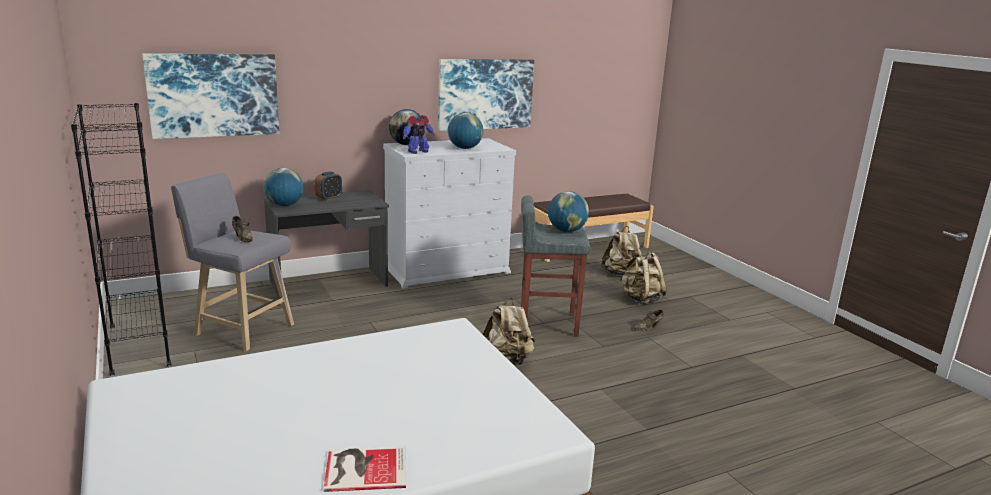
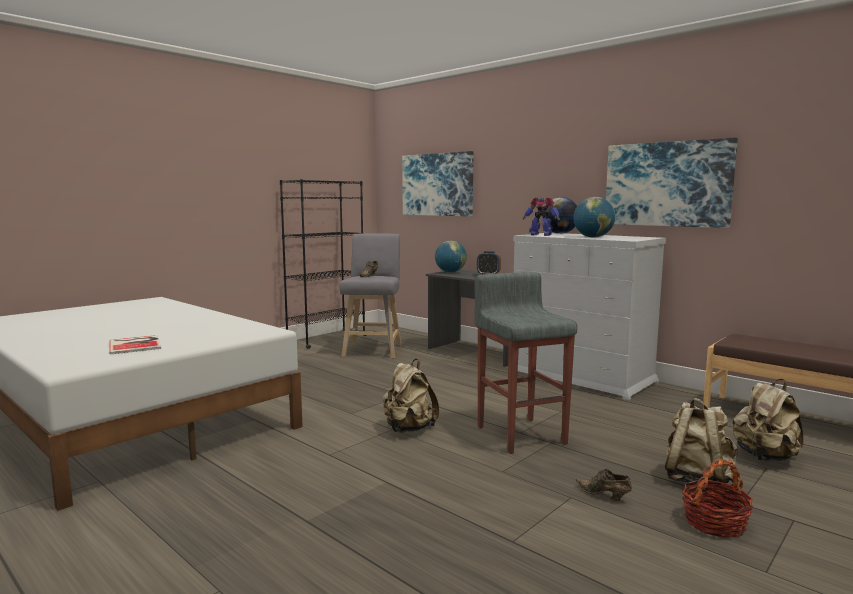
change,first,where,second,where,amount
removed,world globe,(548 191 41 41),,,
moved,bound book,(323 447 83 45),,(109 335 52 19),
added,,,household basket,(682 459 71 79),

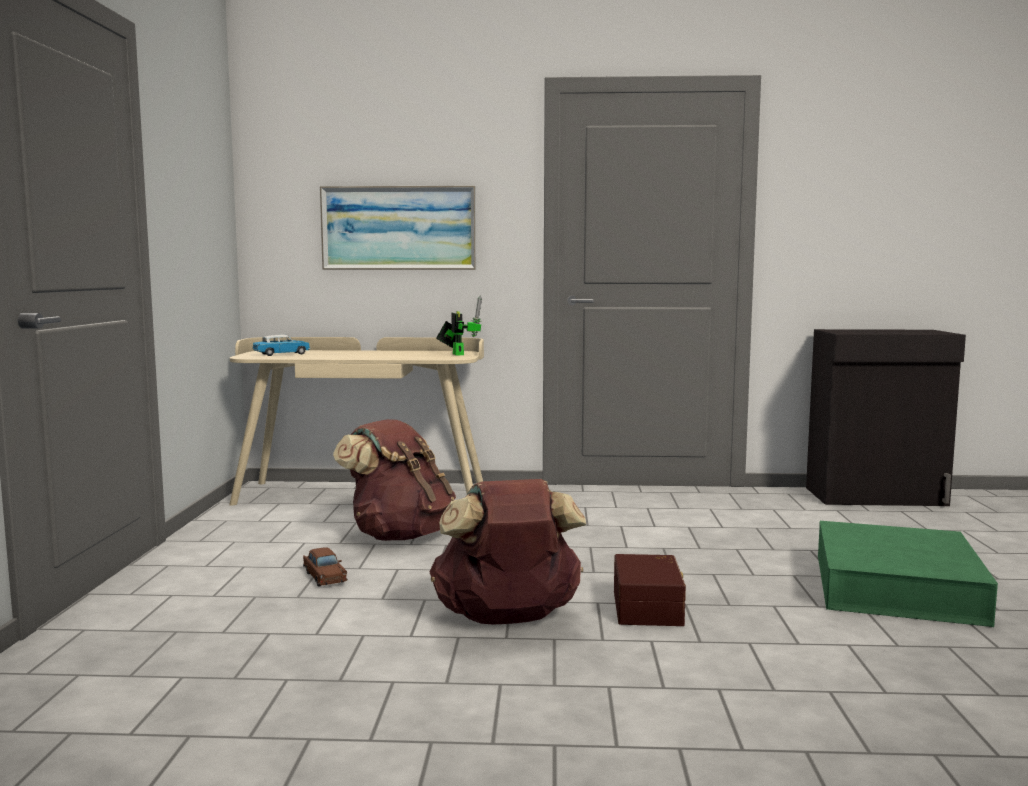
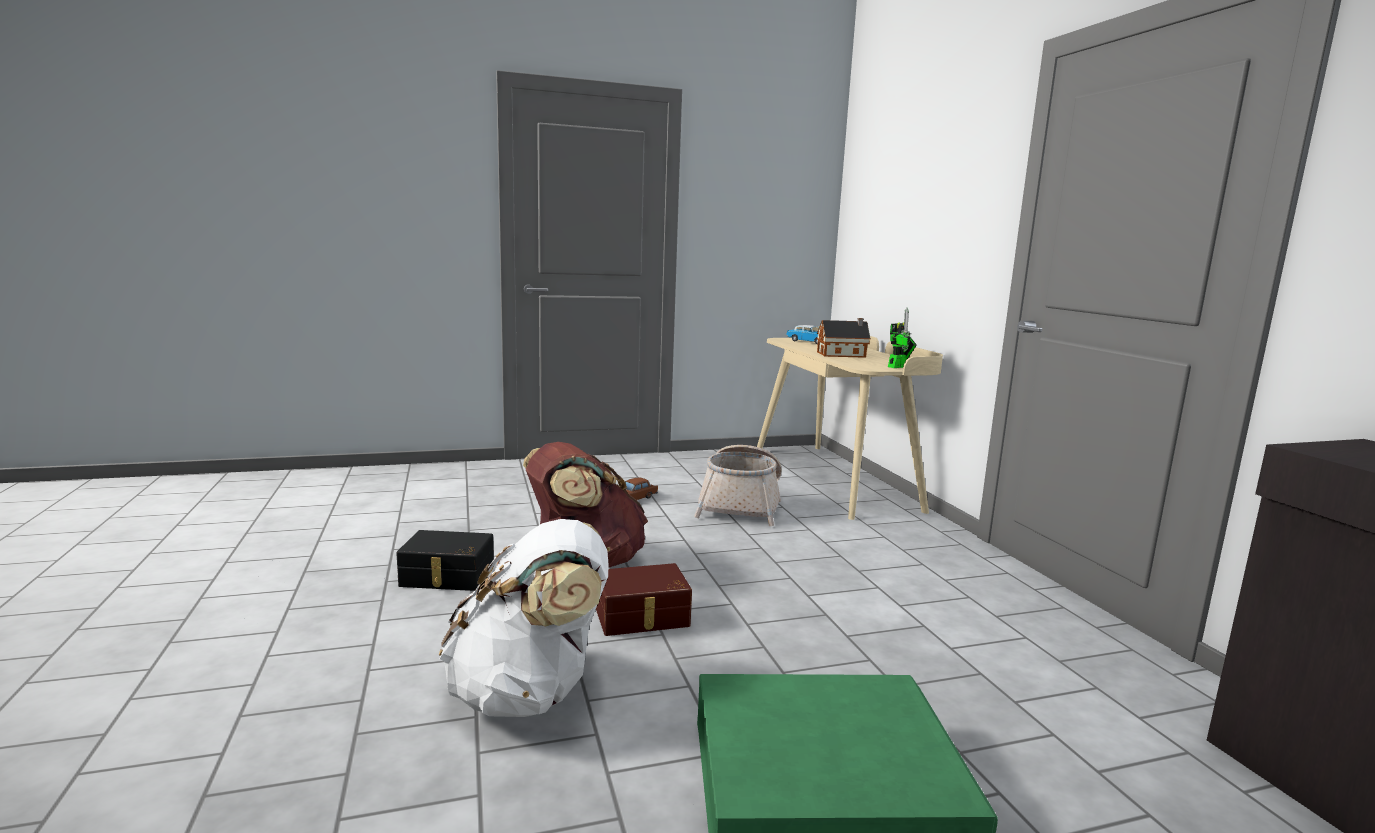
change,first,where,second,where,amount
removed,wall picture,(320 186 156 84),,,
replaced,rucksack (brown-coloured),(333 419 123 122),household basket,(694 445 88 81),
added,,,toy house,(817 318 54 40),
added,,,rucksack (white),(439 519 169 198),
added,,,storage box (black),(396 530 98 61),

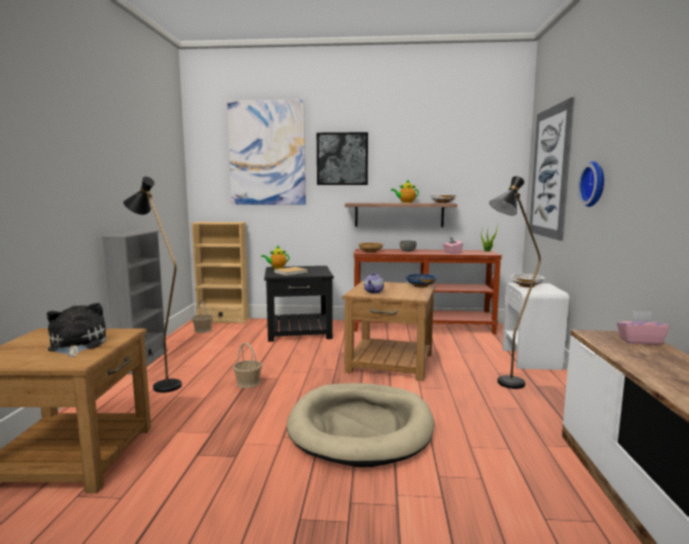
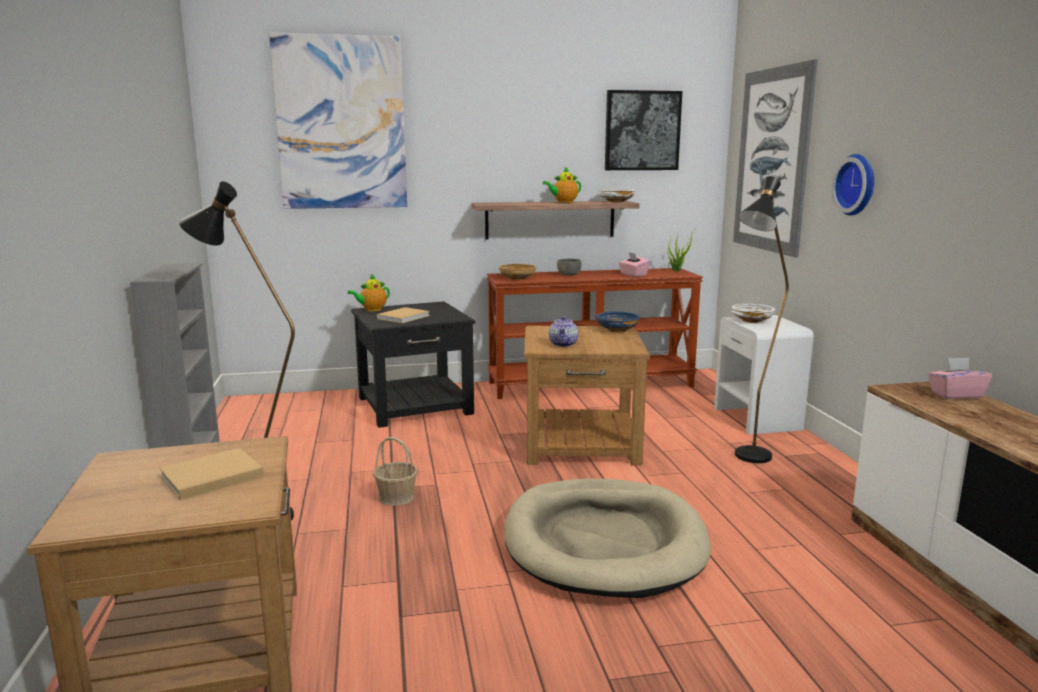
change,first,where,second,where,amount
moved,wall picture,(317 132 51 53),,(605 90 77 80),
removed,shelving unit (beige-coloured),(190 222 60 101),,,
removed,household basket,(192 300 21 33),,,
replaced,cuddly toy,(47 303 59 54),bound book (beige-coloured),(159 448 105 52),

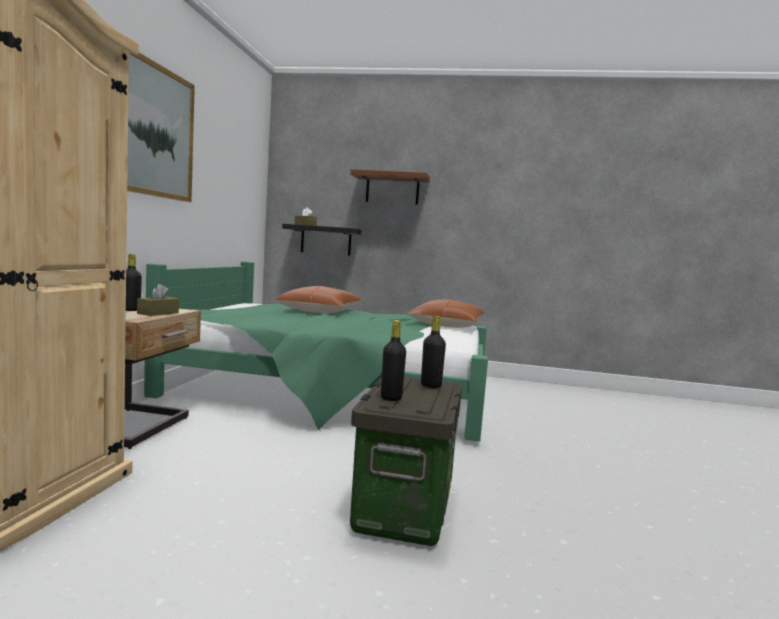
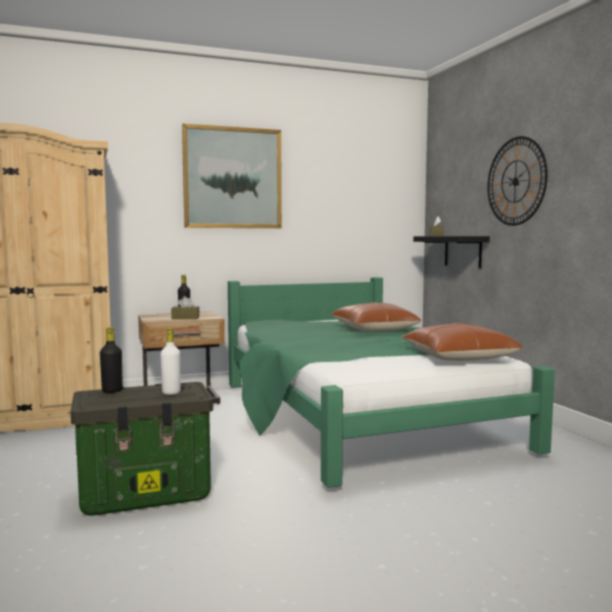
change,first,where,second,where,amount
replaced,bracket shelf (brown-coloured),(350 169 80 36),wall clock,(487 136 61 90),
recoloured,bottle (black),(421 316 25 72),bottle (white),(160 328 21 67),

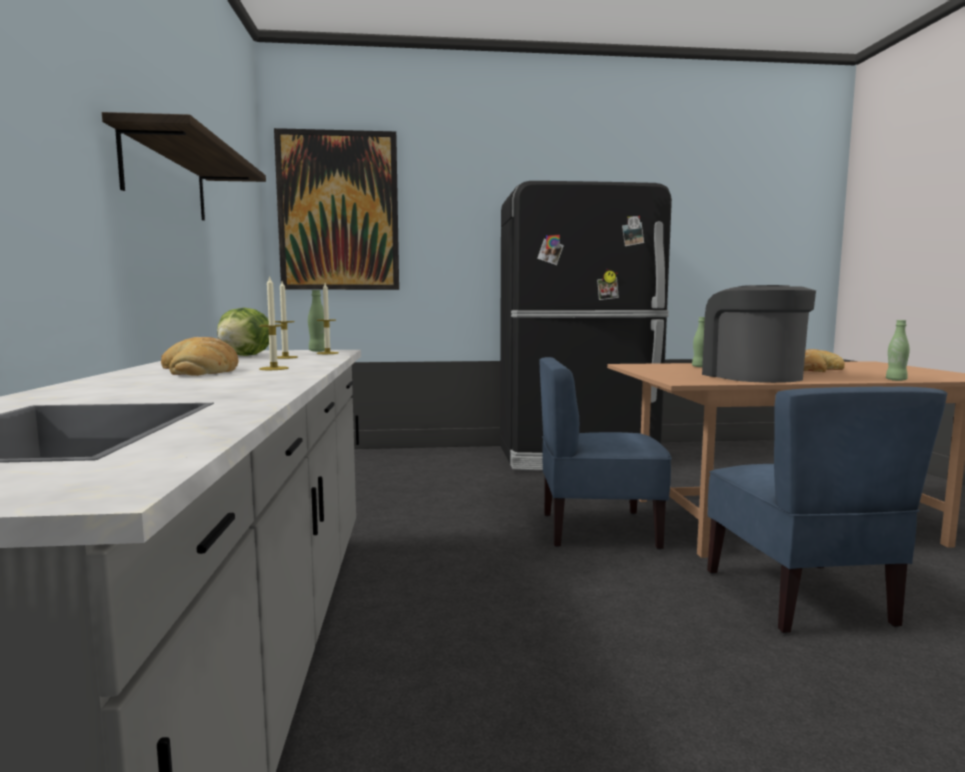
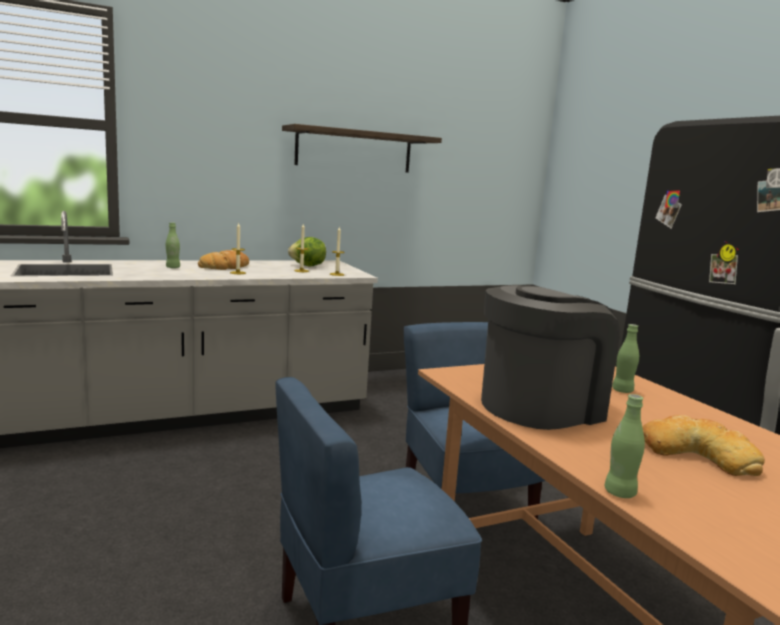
change,first,where,second,where,amount
removed,wall picture,(274 128 125 162),,,
moved,bottle (greenish),(308 290 17 62),,(166 222 14 46),

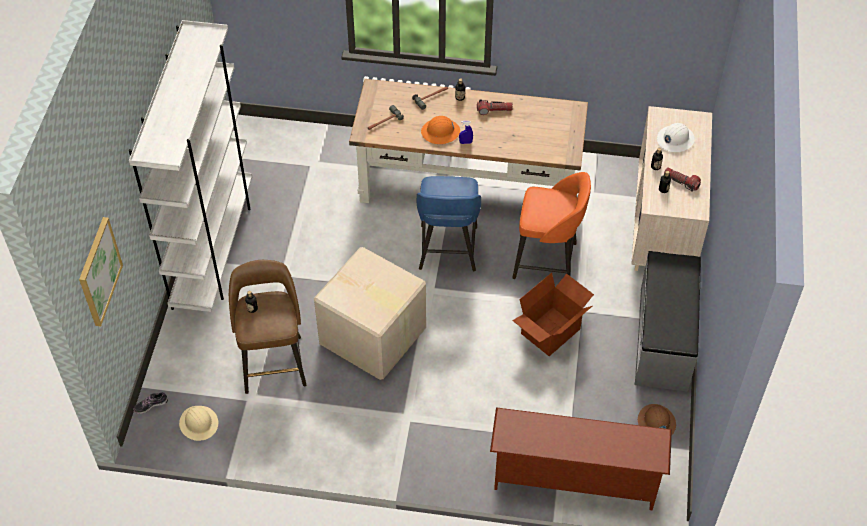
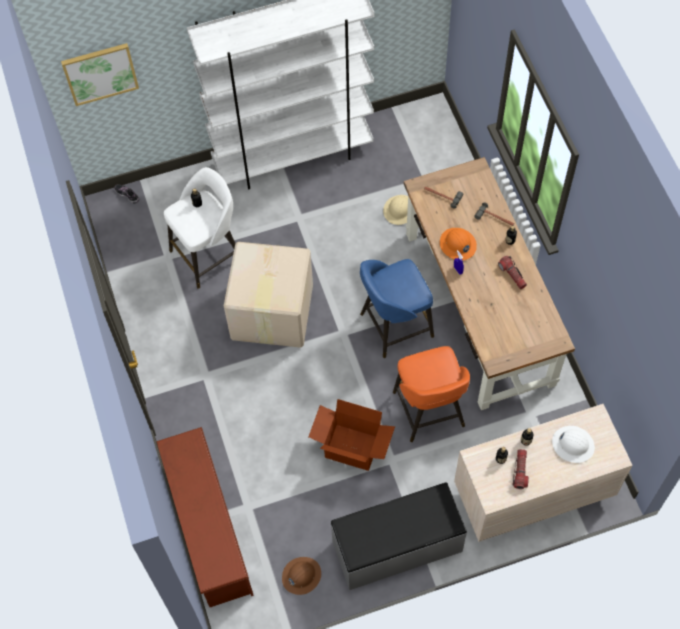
change,first,where,second,where,amount
recoloured,stool (brown-coloured),(229 260 77 134),stool (white),(164 167 71 122),
moved,work helmet (beige-coloured),(179 406 39 35),,(383 195 25 30),

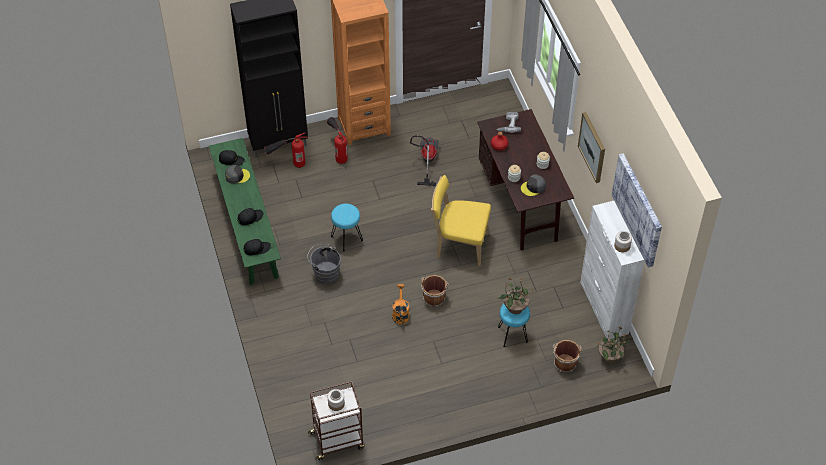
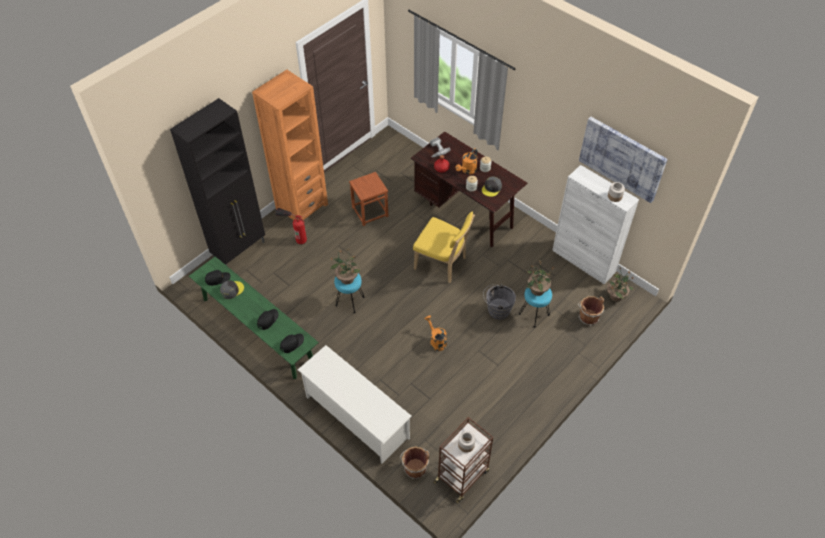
change,first,where,second,where,amount
removed,wall picture,(578 112 27 71),,,
removed,fire-fighting cylinder,(264 133 44 35),,,
replaced,hoover,(410 135 29 51),stool (brown-coloured),(349 172 39 54),
turned,upright chair (yellow-coloured),(431 175 60 91),,(413 212 62 71),135 degrees counterclockwise
moved,water bucket (grey),(307 244 34 40),,(483 283 33 37),
moved,water bucket (brown-coloured),(421 275 28 32),,(400 446 29 33),
added,,,sprinkling can (orangey),(456 149 22 25),
added,,,plant in a pot,(330 249 31 36),
added,,,shoe stand (white),(298 345 114 119),

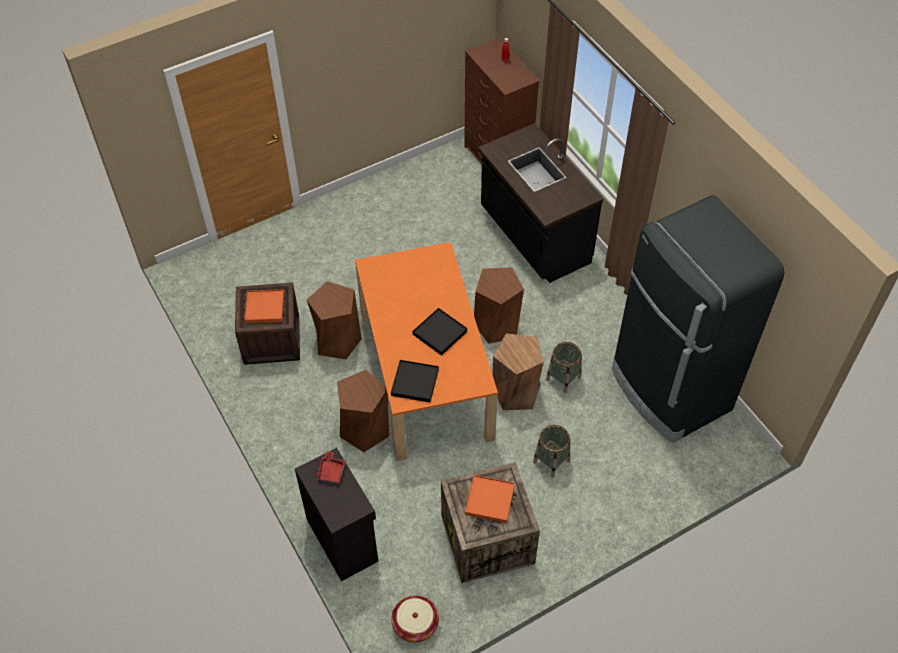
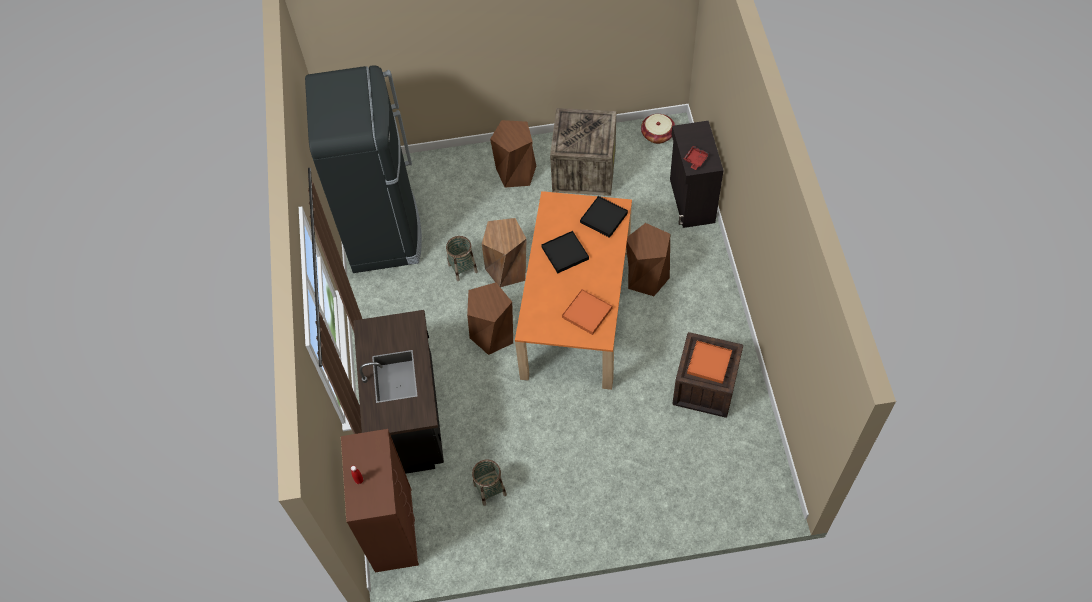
change,first,where,second,where,amount
moved,stool (brown-coloured),(307 281 55 78),,(490 120 46 67),
moved,household basket,(533 425 37 53),,(472 459 35 47),
moved,carrying tray (orangey),(465 475 50 48),,(562 289 50 46),

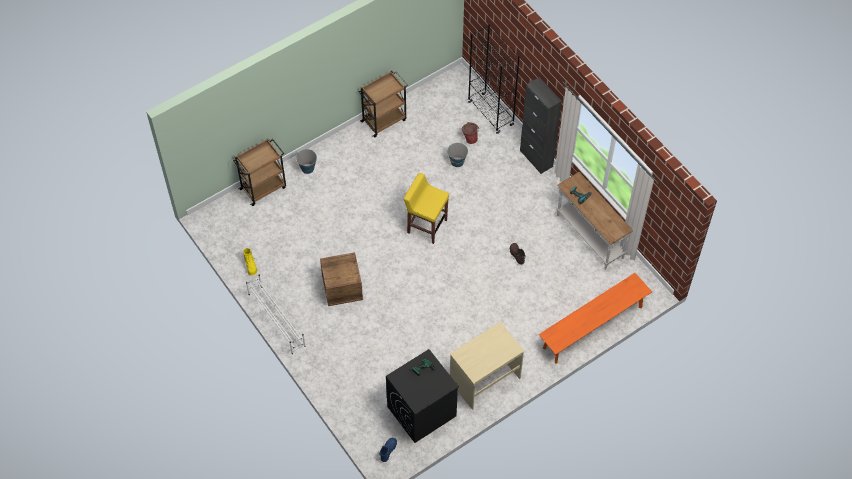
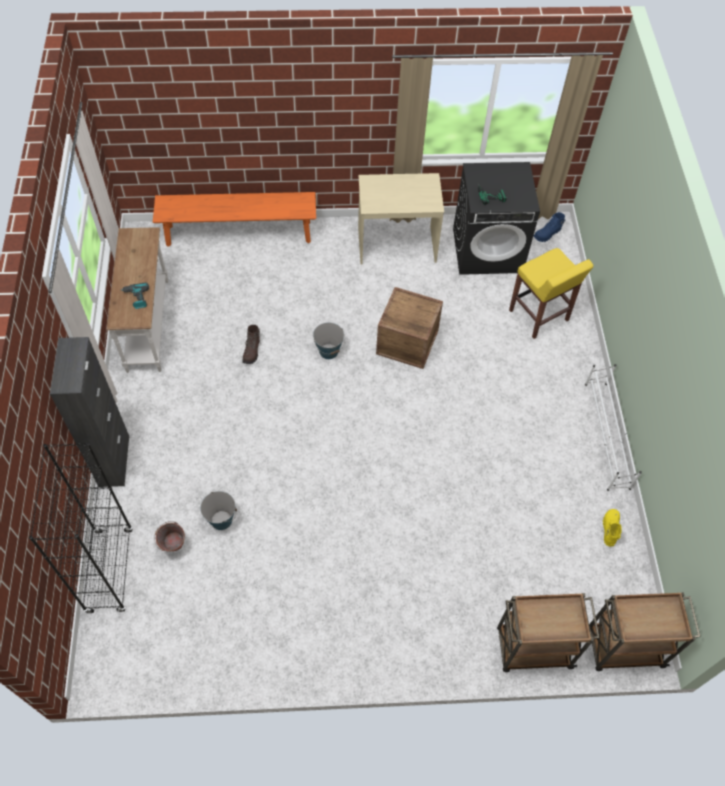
change,first,where,second,where,amount
moved,cart (brown-coloured),(359 71 49 67),,(589 592 112 79),
moved,water bucket,(296 149 21 25),,(313 322 32 37),
moved,stool (yellow-coloured),(404 173 45 71),,(509 248 84 91),
moved,crate,(320 252 43 54),,(376 287 67 82),

